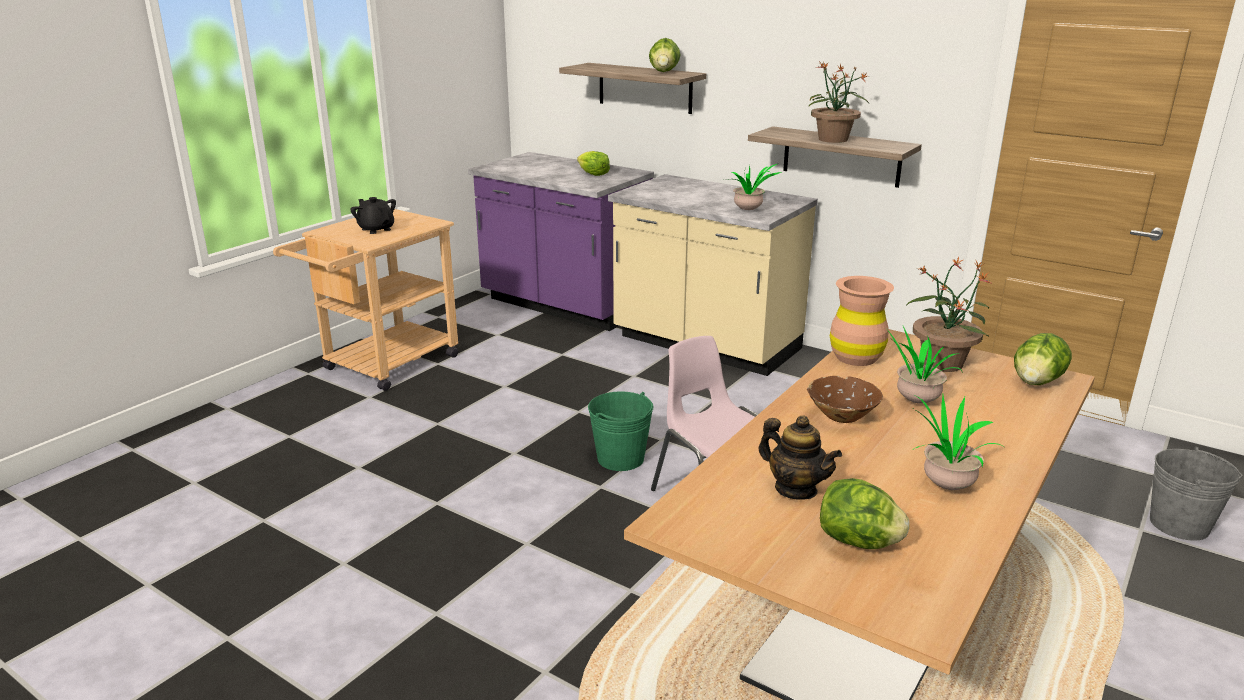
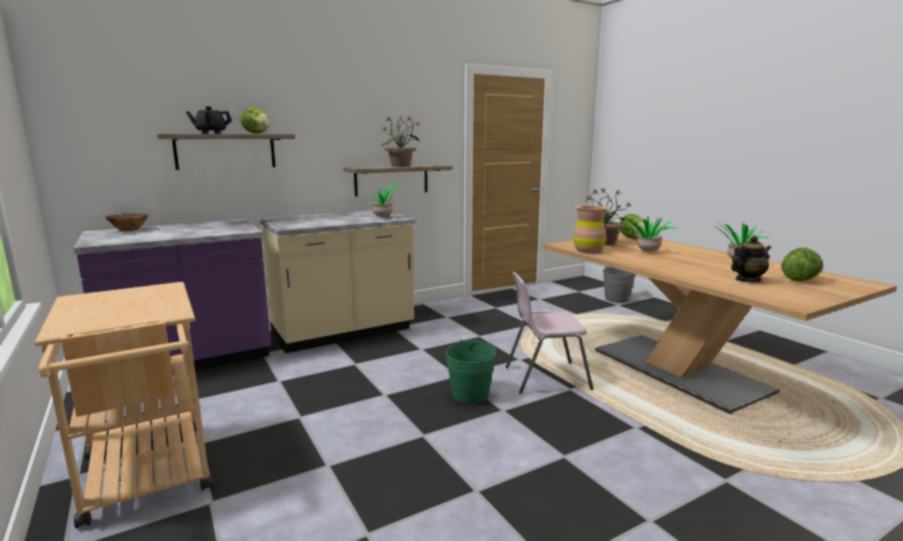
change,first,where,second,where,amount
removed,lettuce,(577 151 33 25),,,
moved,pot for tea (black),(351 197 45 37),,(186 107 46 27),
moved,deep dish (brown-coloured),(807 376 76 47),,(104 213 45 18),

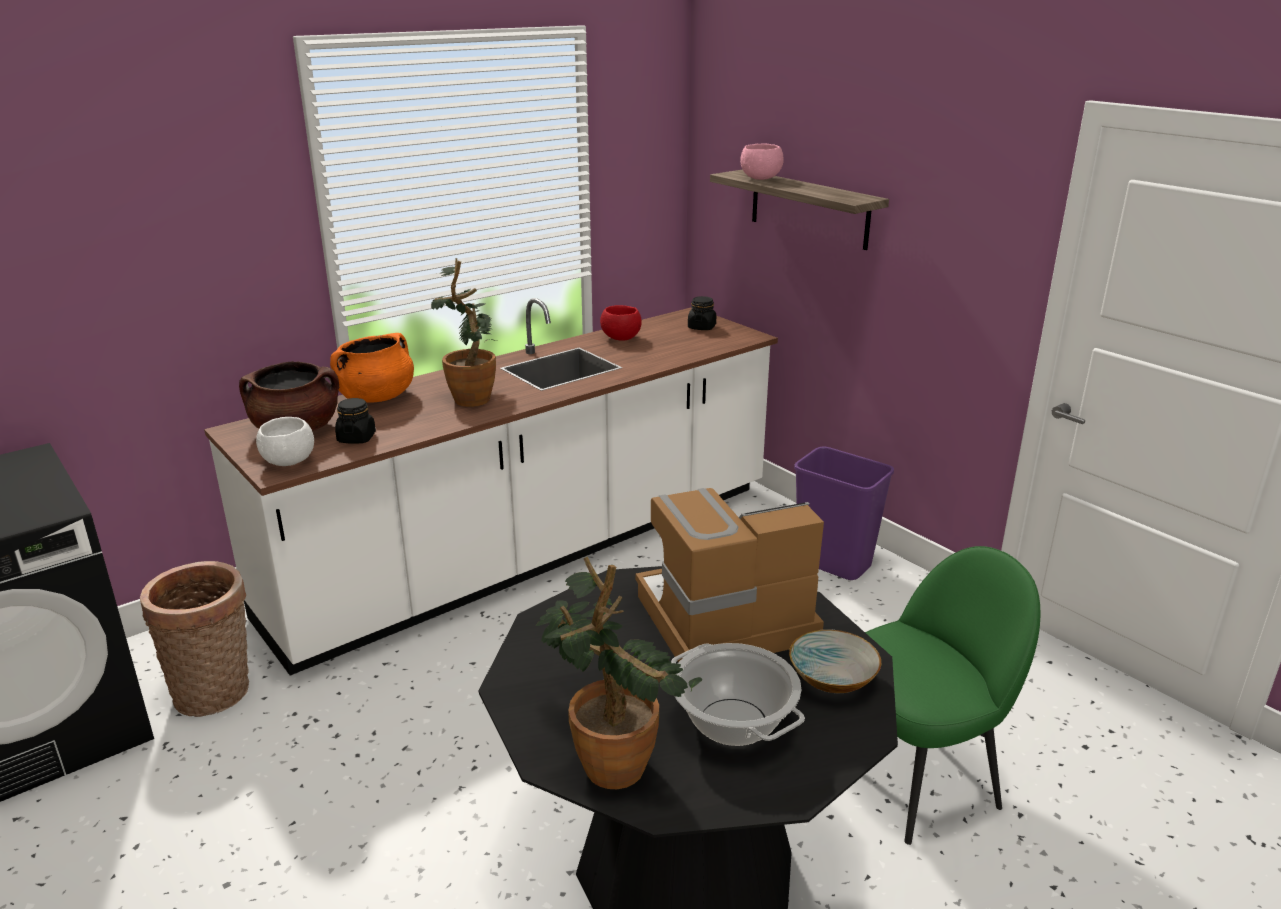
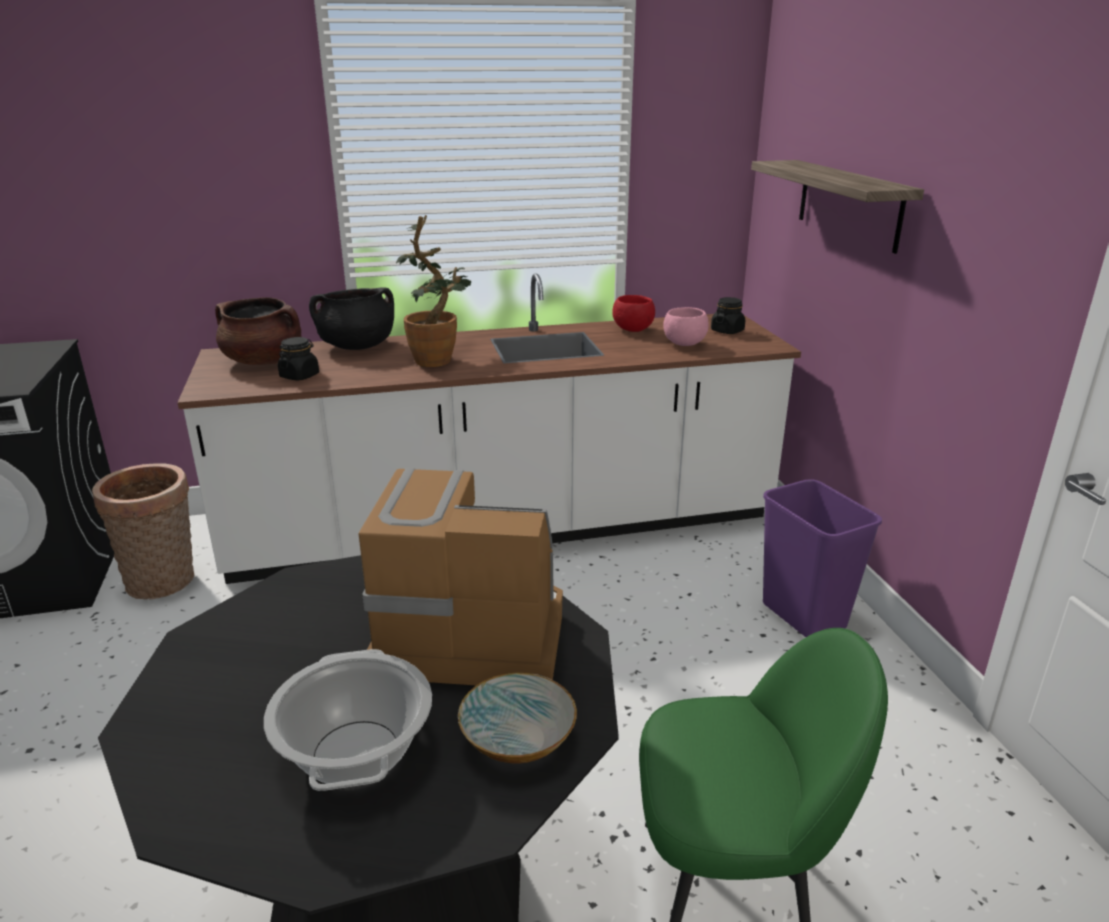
change,first,where,second,where,amount
moved,deep dish (pink),(740 144 44 36),,(663 307 46 39),
recoloured,cooking pot (orangey),(330 333 84 70),cooking pot (black),(309 287 85 63),
removed,deep dish (white),(256 417 58 49),,,
removed,plant in a pot,(536 557 166 232),,,

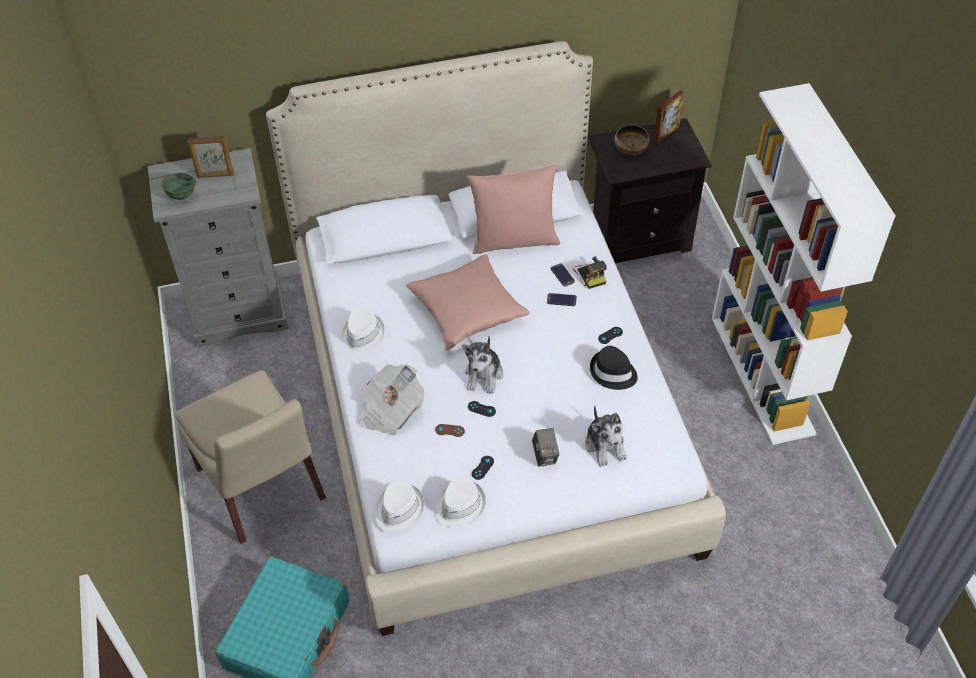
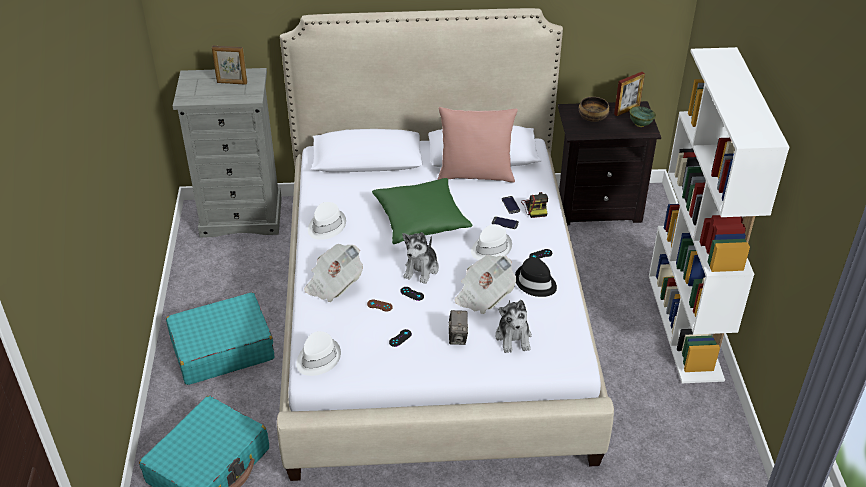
change,first,where,second,where,amount
moved,deep dish (greenish),(161 173 35 27),,(630 107 26 20),
recoloured,pillow (pink),(406 254 124 96),pillow (greenish),(372 178 100 66),
replaced,upright chair (beige-coloured),(175 370 151 174),travel case (turquoise-coloured),(166 292 108 93),
moved,hat (white),(435 477 51 50),,(471 224 41 36),
added,,,daily paper,(455 254 61 60),

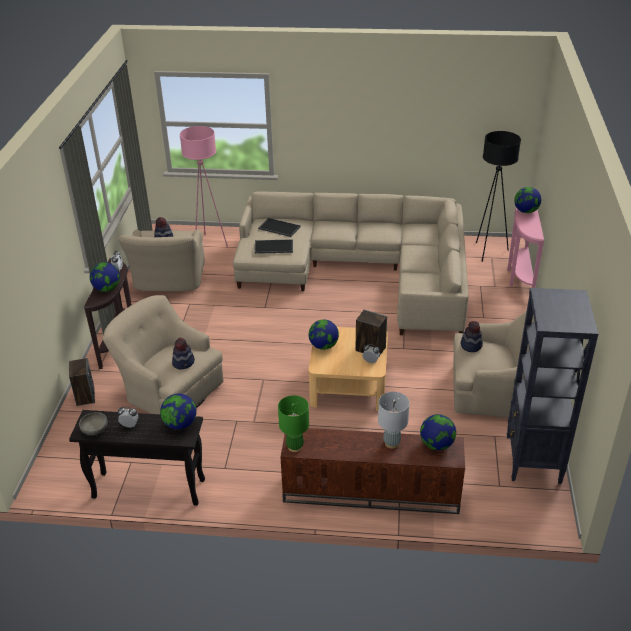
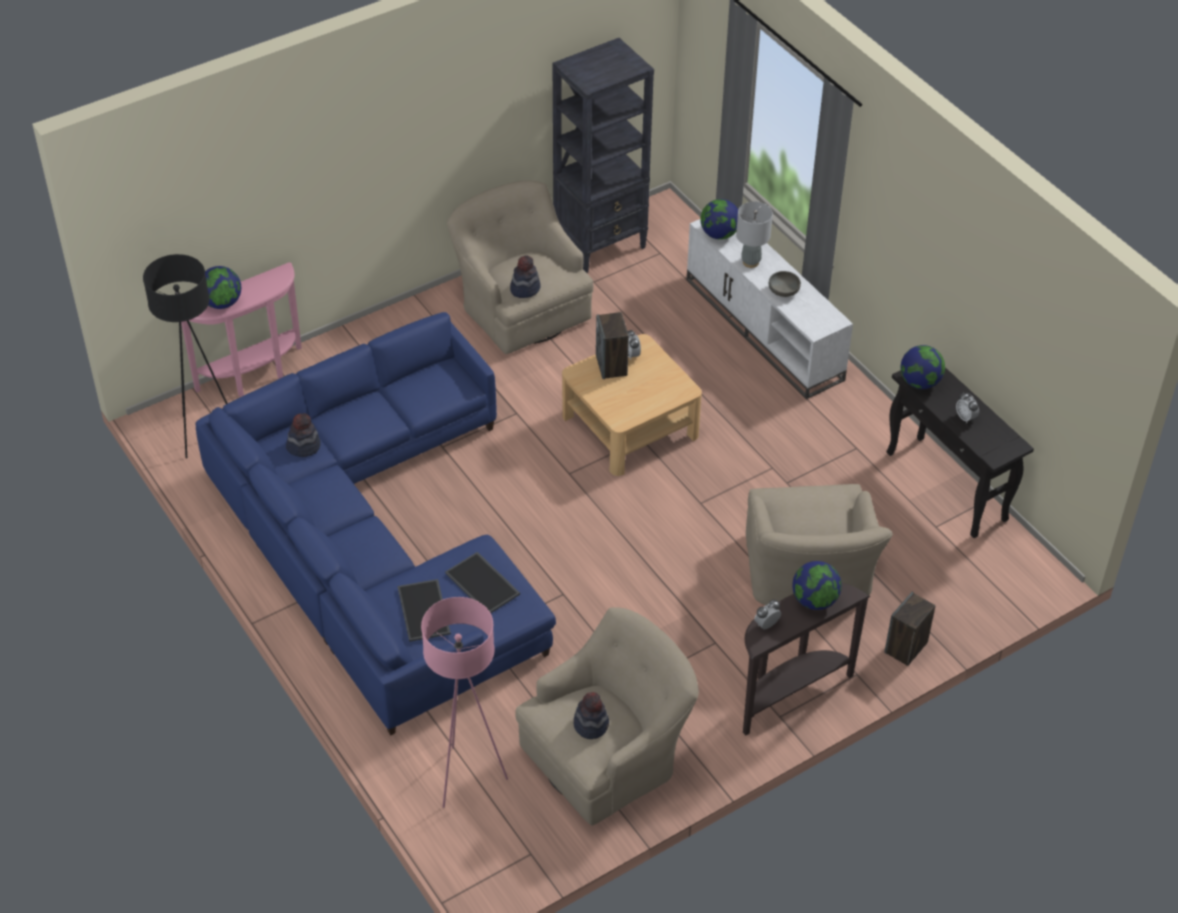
change,first,where,second,where,amount
recoloured,couch (beige-coloured),(233 191 235 144),couch (blue),(196 312 360 424),
removed,world globe,(309 319 30 31),,,
moved,hat,(172 338 23 31),,(286 413 35 44),
removed,lamp for a table (greenish),(278 395 31 57),,,
moved,deep dish (grey),(79 412 29 23),,(769 271 32 26),
recoloured,tv unit (brown-coloured),(280 428 185 86),tv unit (white),(687 219 166 180),

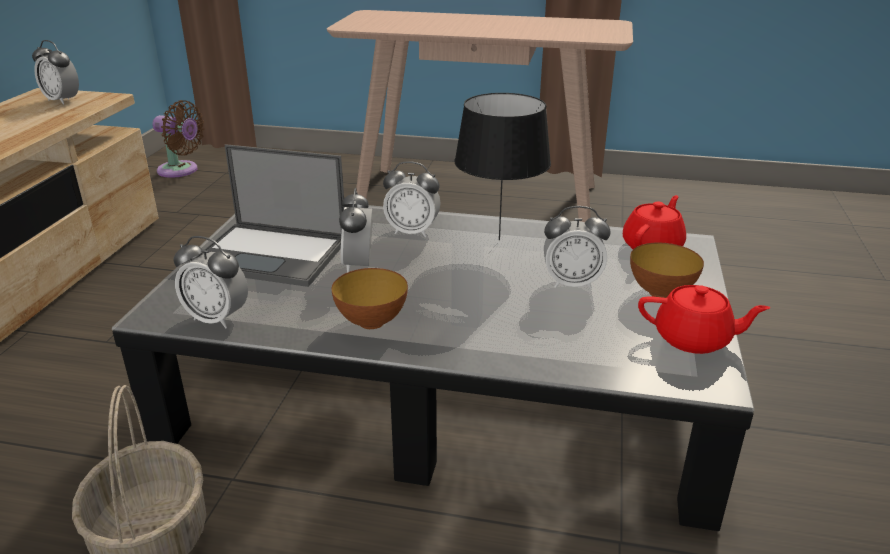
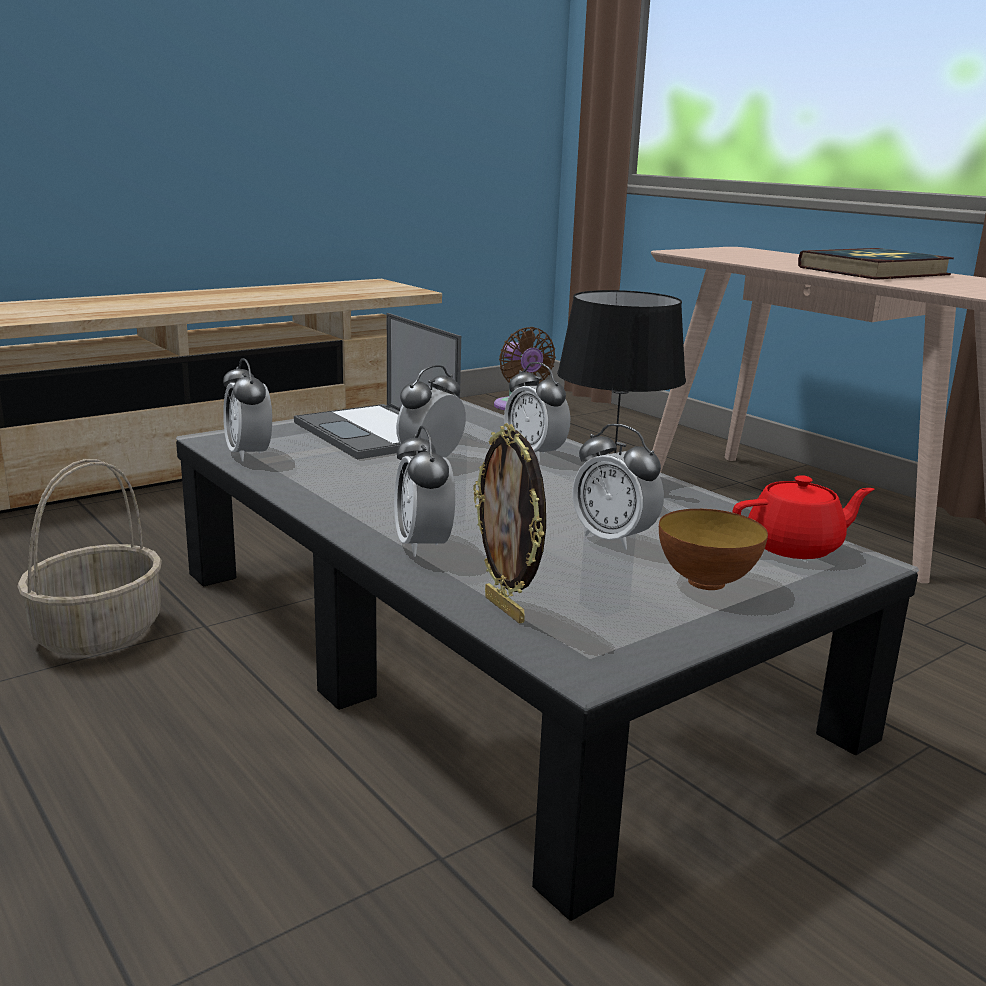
change,first,where,second,where,amount
moved,table clock,(32 40 47 65),,(394 426 61 131),
removed,deep dish,(332 268 76 61),,,
removed,pot for tea (red-coloured),(638 285 133 69),,,
added,,,bound book,(798 248 156 32),
added,,,picture frame,(473 423 73 201),

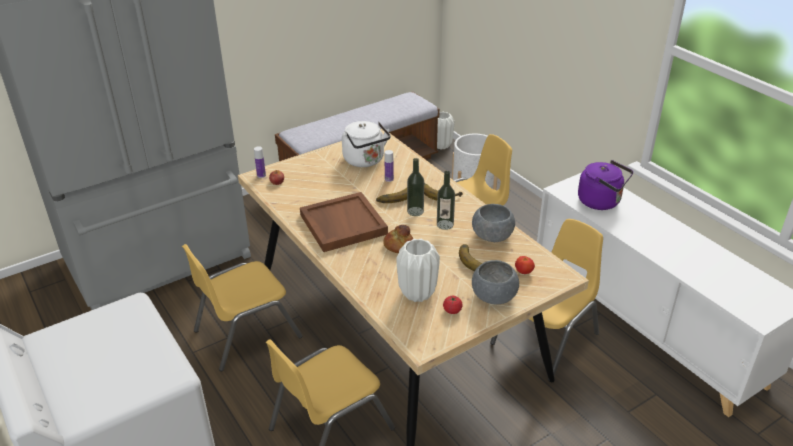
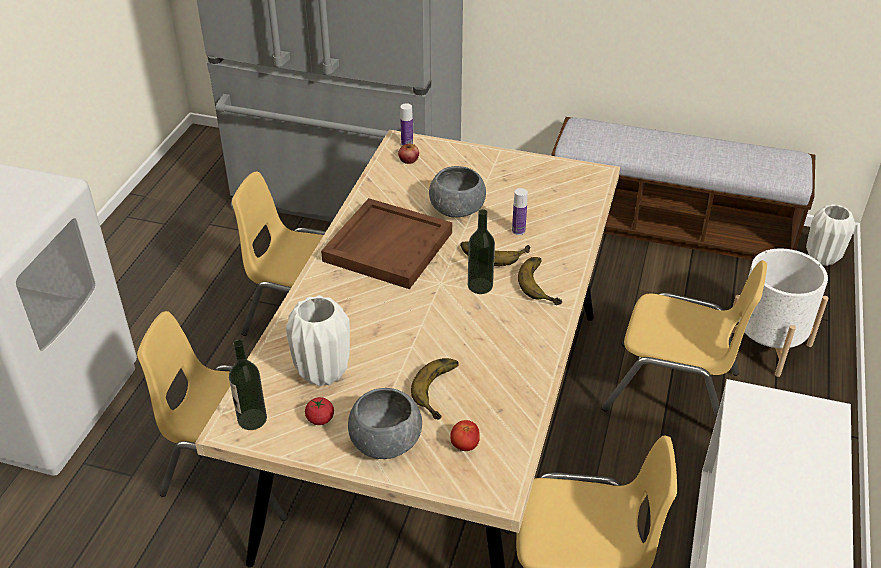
change,first,where,second,where,amount
removed,kettle (white),(342 121 49 46),,,
removed,kettle (purplish),(578 160 55 50),,,
moved,bottle,(437 171 18 59),,(229 340 38 90),
moved,deep dish (grey),(472 204 43 38),,(429 166 57 52),
removed,bakery bread,(383 225 30 28),,,

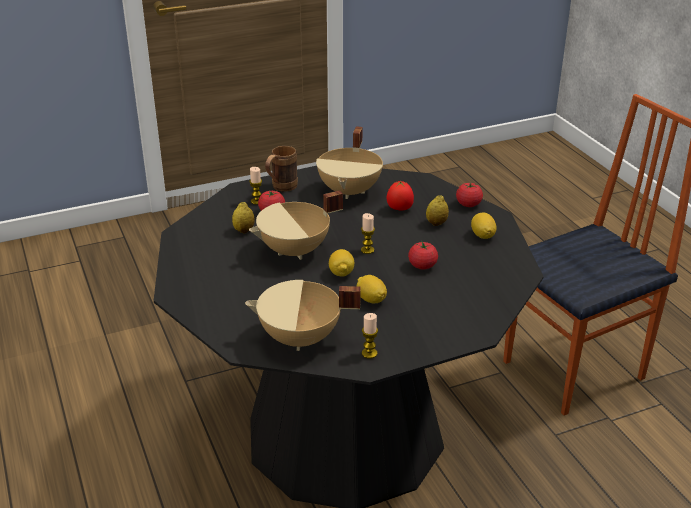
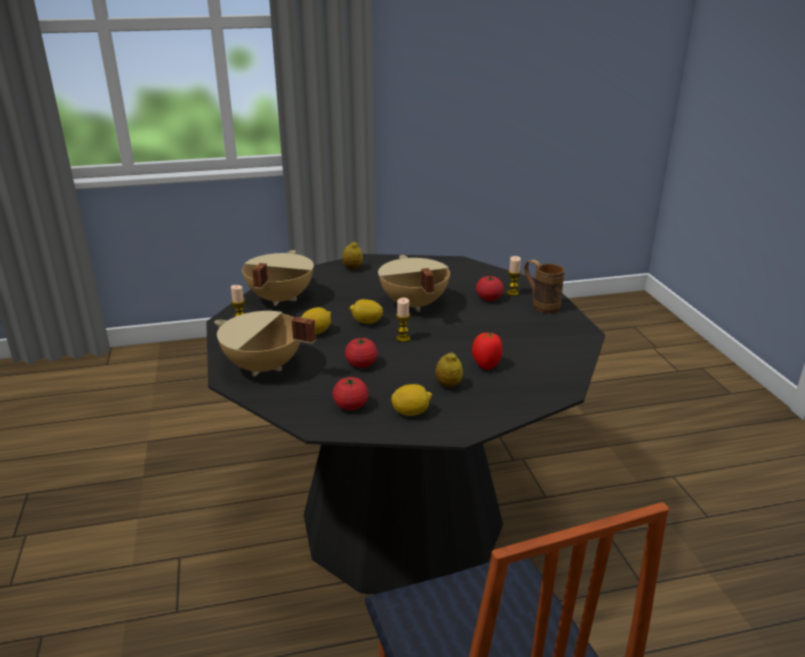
change,first,where,second,where,amount
moved,cooking pot (beige-coloured),(316 126 67 73),,(214 311 102 66),
moved,whole tomato,(456 182 27 25),,(333 377 36 33),
moved,whole lemon,(232 202 23 31),,(342 242 21 27),

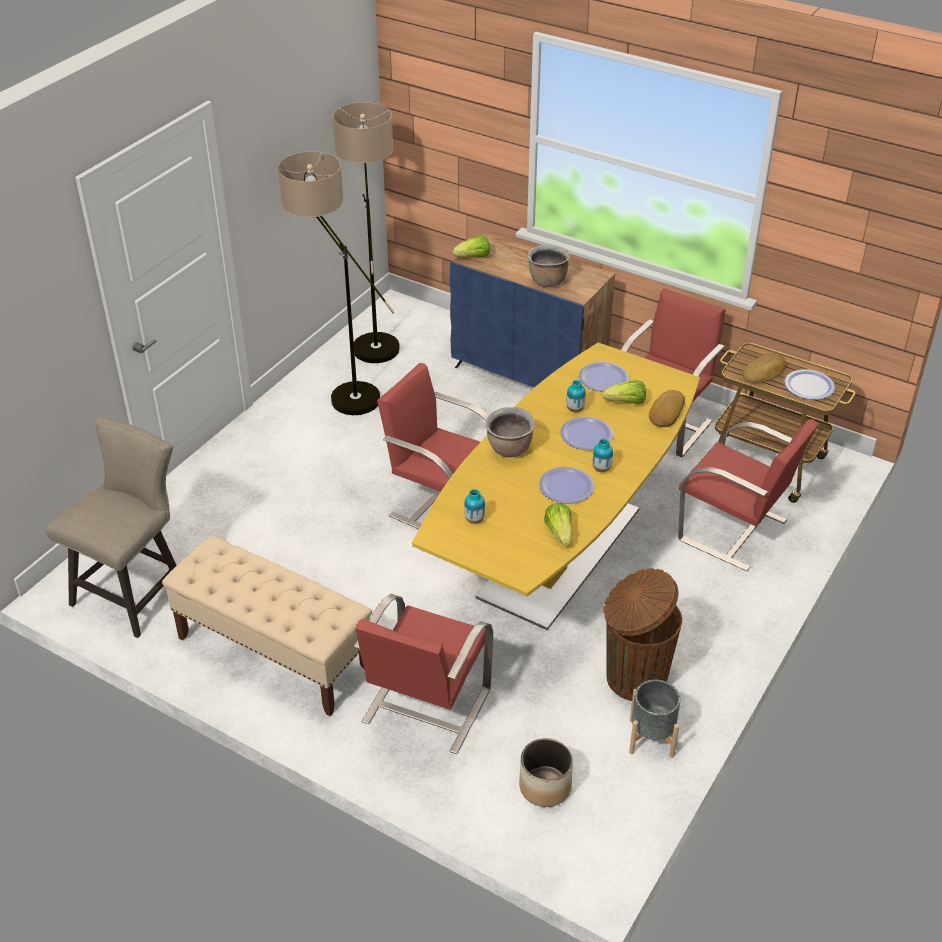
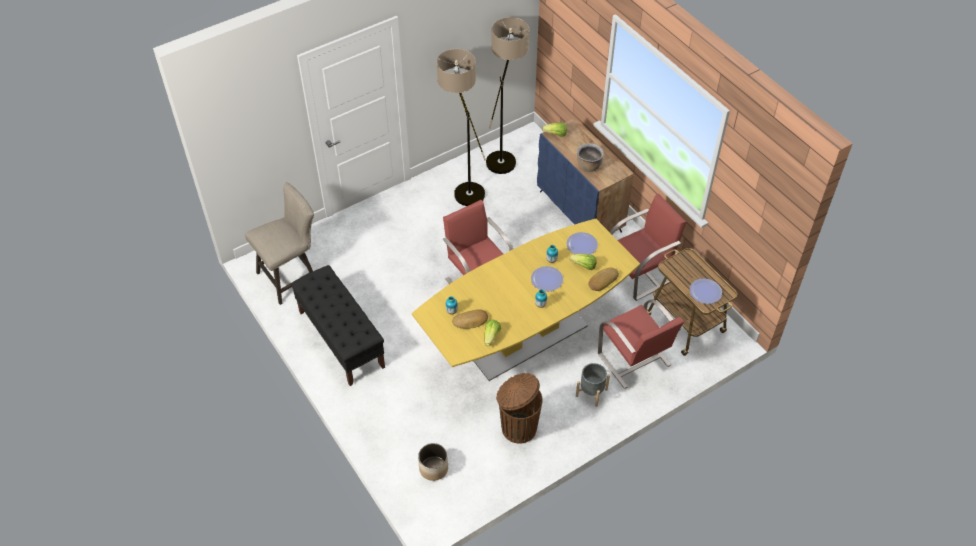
change,first,where,second,where,amount
moved,bakery bread,(742 353 44 29),,(452 310 36 19),
removed,cooking pot (brown-coloured),(486 407 49 50),,,
removed,flat dish,(539 467 56 37),,,
recoloured,long seat (beige-coloured),(162 535 210 181),long seat (black),(291 265 94 121),
removed,upright chair (red-coloured),(354 594 139 160),,,
moved,plant pot (grey),(629 680 52 78),,(576 363 34 44),

